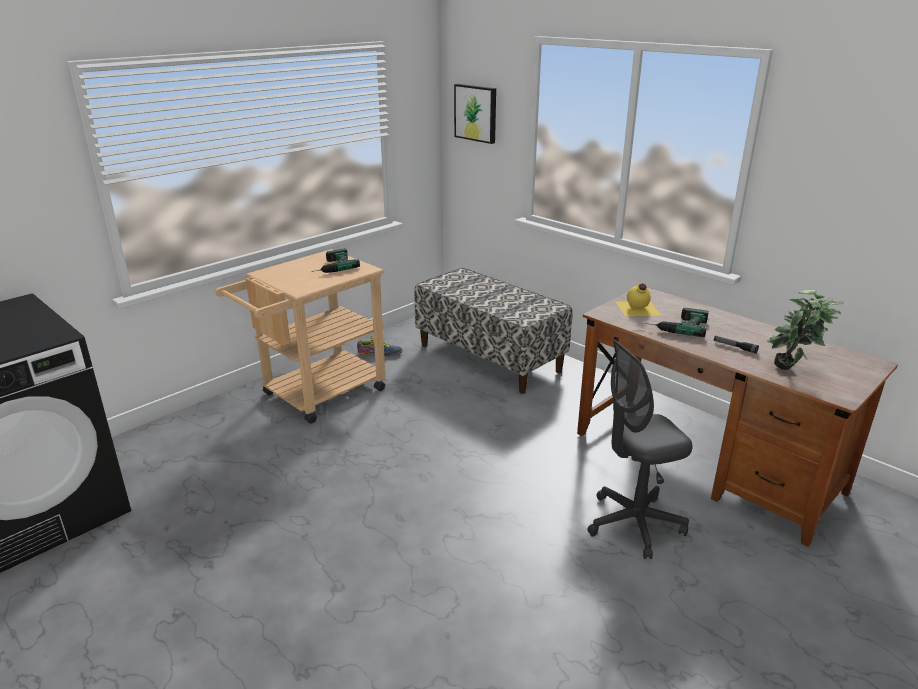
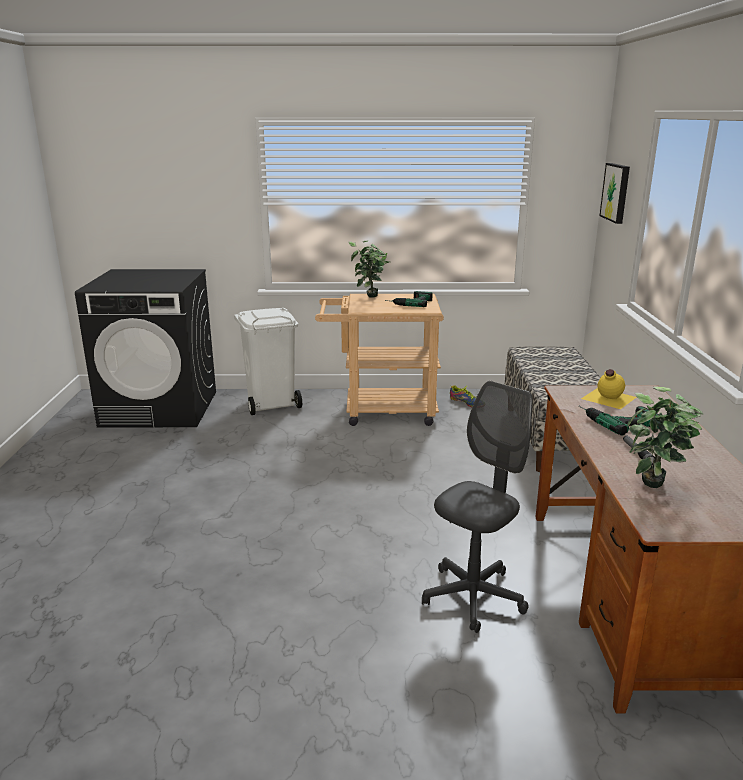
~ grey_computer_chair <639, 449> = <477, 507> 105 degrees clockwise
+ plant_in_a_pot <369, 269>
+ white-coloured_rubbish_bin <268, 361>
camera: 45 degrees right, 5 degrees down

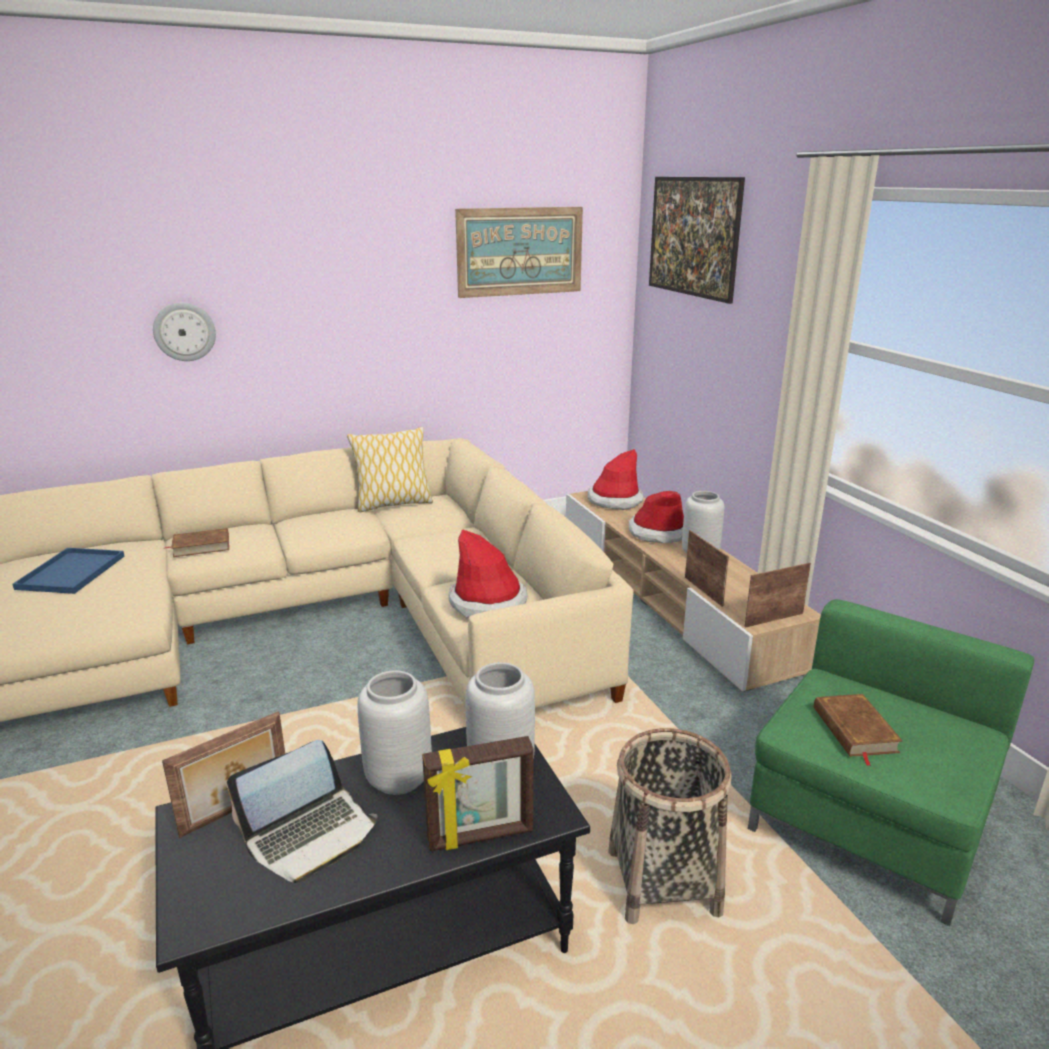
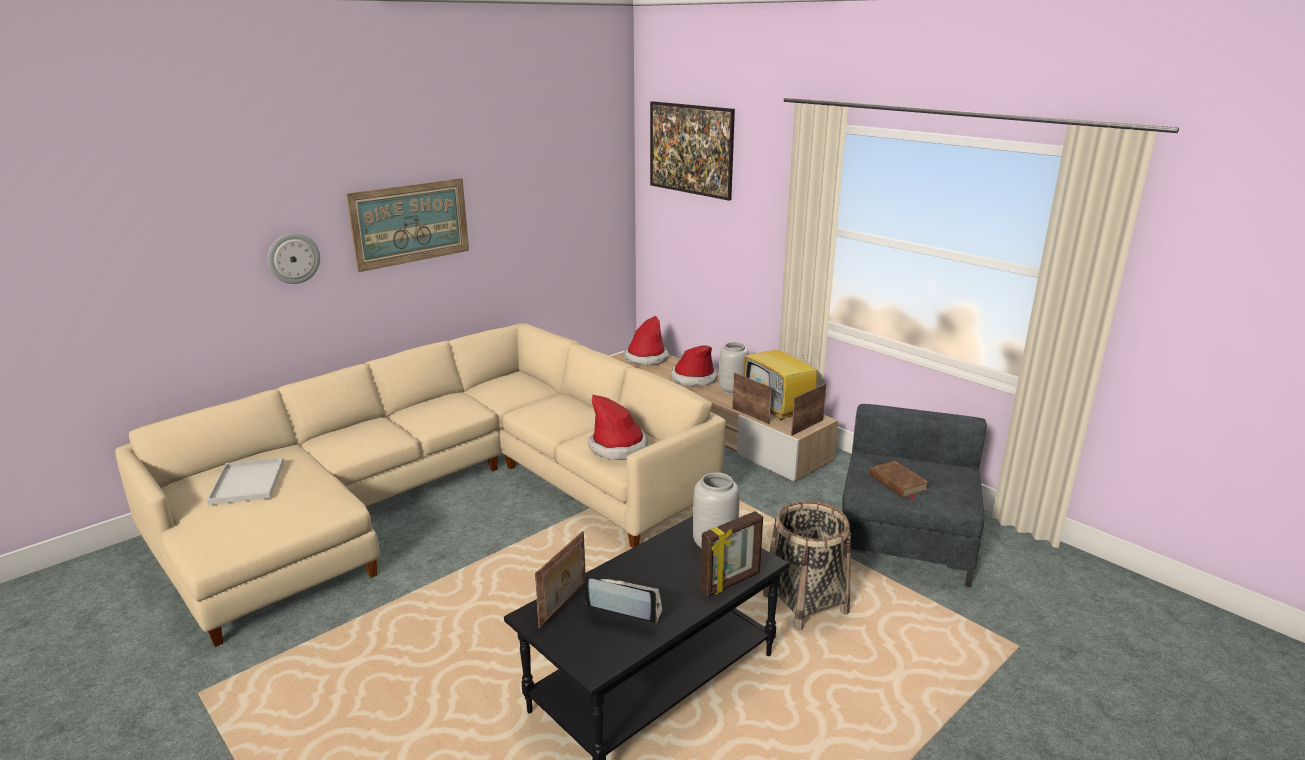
~ wall_picture <519, 252> to <407, 225>
- pillow <390, 469>
- brown-coloured_bound_book <197, 542>
~ blue_serving_tray <68, 571> to white-coloured_serving_tray <245, 481>
~ green_easy_chair <891, 762> to grey_easy_chair <914, 495>
- grey_decorative_vase <395, 732>
~ notebook_computer <302, 811> = <624, 601> 105 degrees counterclockwise
+ television <780, 376>
camera: 20 degrees left, 0 degrees up

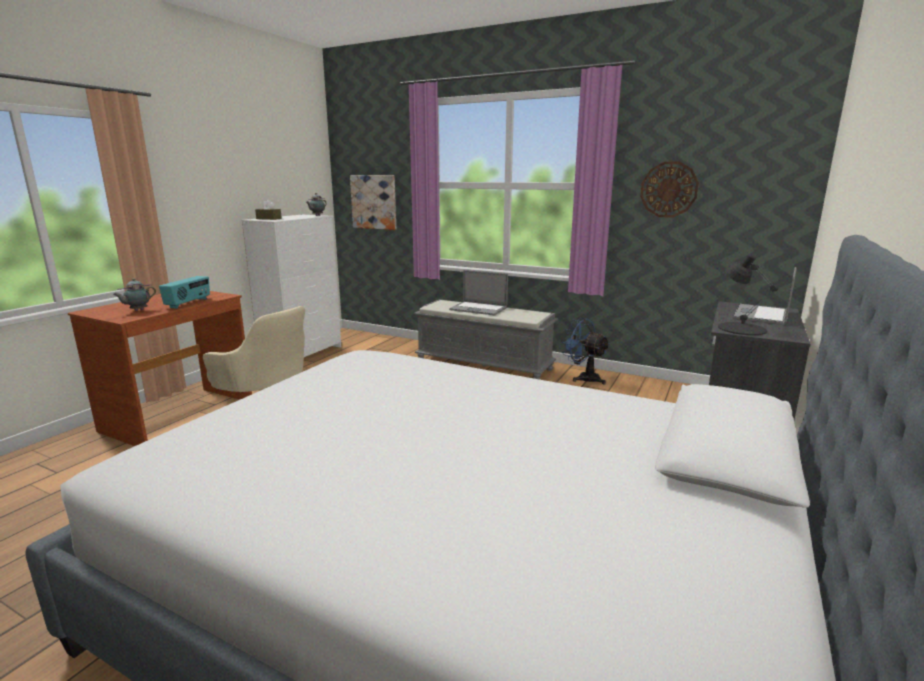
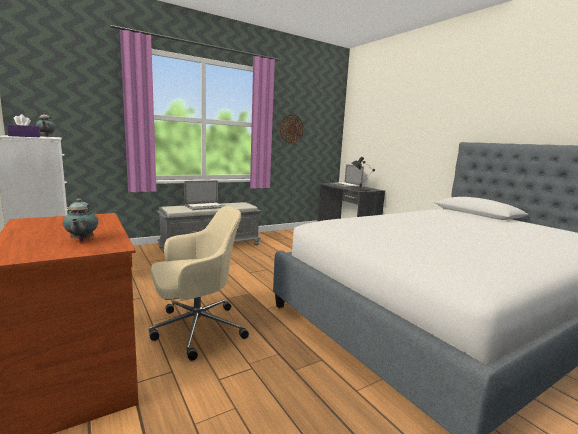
- wall_picture <373, 202>
~ brown-coloured_tissue_box <268, 209> to purple_tissue_box <23, 125>
- radio_set <184, 292>
- blue_fan <586, 351>
camera: 60 degrees left, 5 degrees down

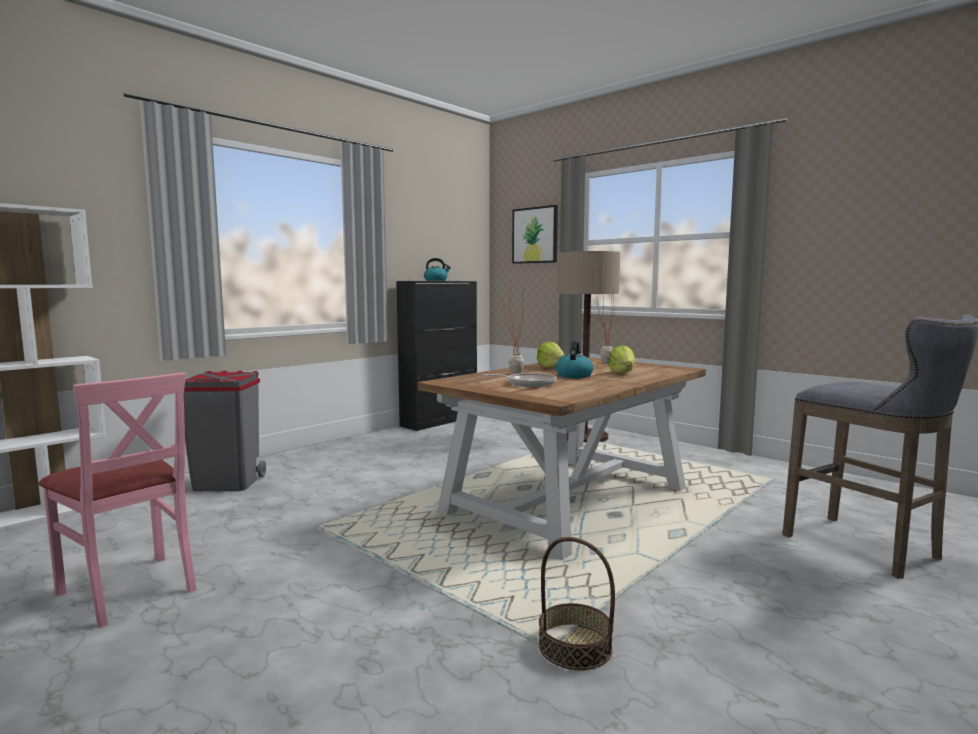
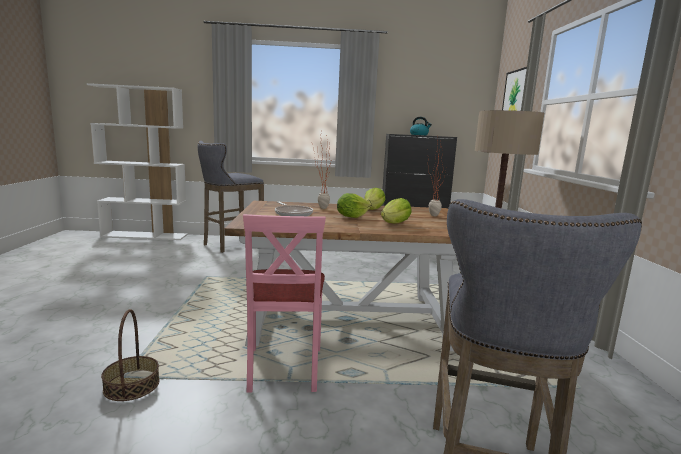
~ kettle <575, 359> to lettuce_head <354, 205>
~ grey_rubbish_bin <224, 431> to grey_stool_seat <231, 197>
~ pinkish_plain_chair <117, 500> to <284, 303>
camera: 45 degrees right, 5 degrees up

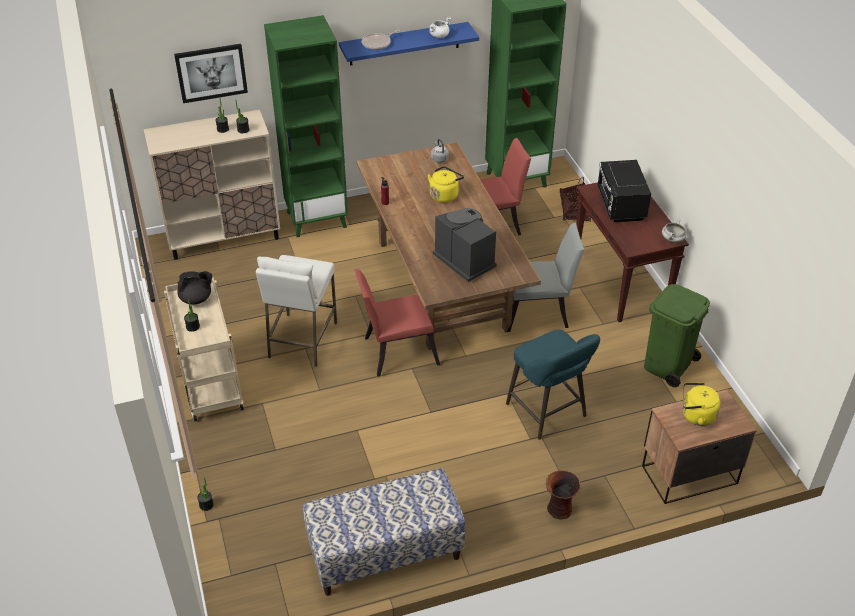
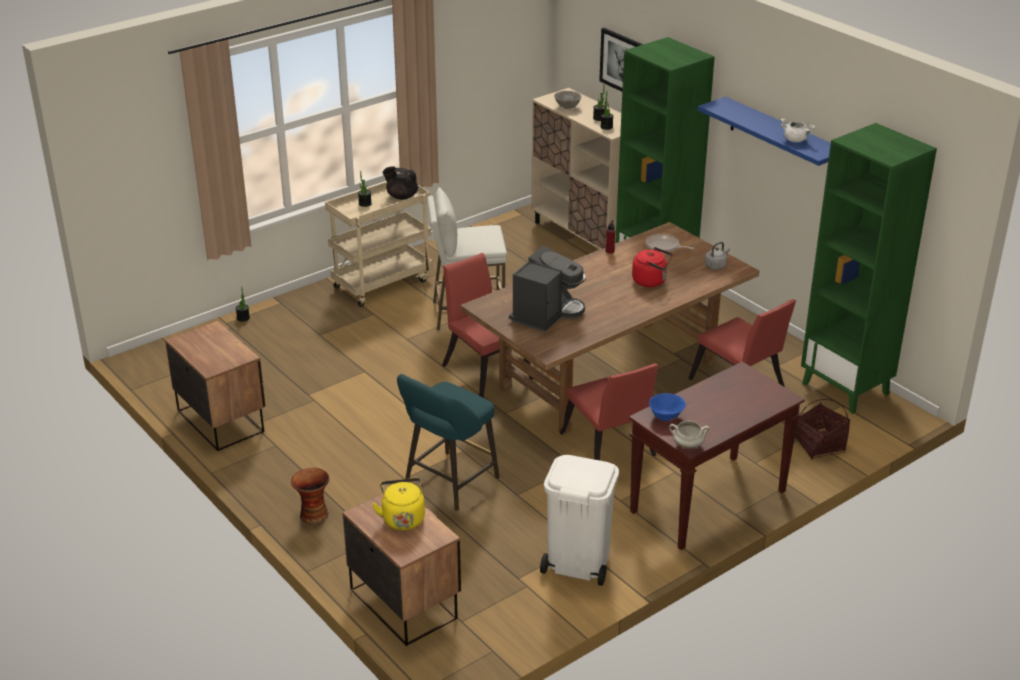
~ skillet <380, 40> to <670, 243>
- blackish_microwave <624, 191>
~ yellow_kettle <446, 184> to red_kettle <652, 267>
~ grey_plain_chair <545, 277> to red_plain_chair <609, 411>
~ blackish_tea_pot <195, 288> = <400, 183> 135 degrees clockwise
~ green_rubbish_bin <677, 335> to white-coloured_rubbish_bin <579, 520>
~ long_seat <384, 532> to bedside_table <215, 386>
+ grey_bowl <568, 100>
+ blue_bowl <667, 407>
camera: 70 degrees right, 10 degrees down

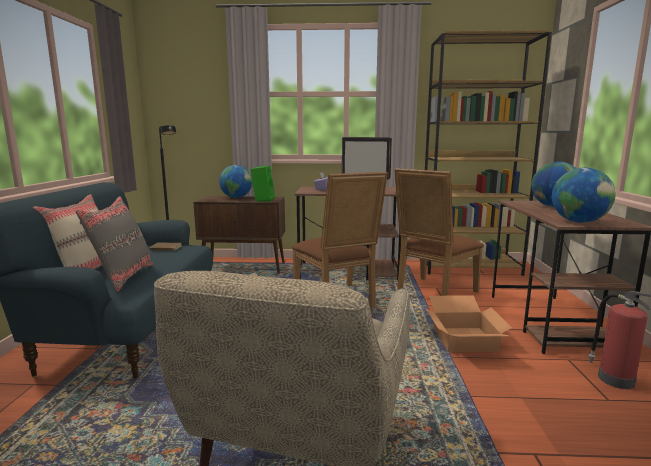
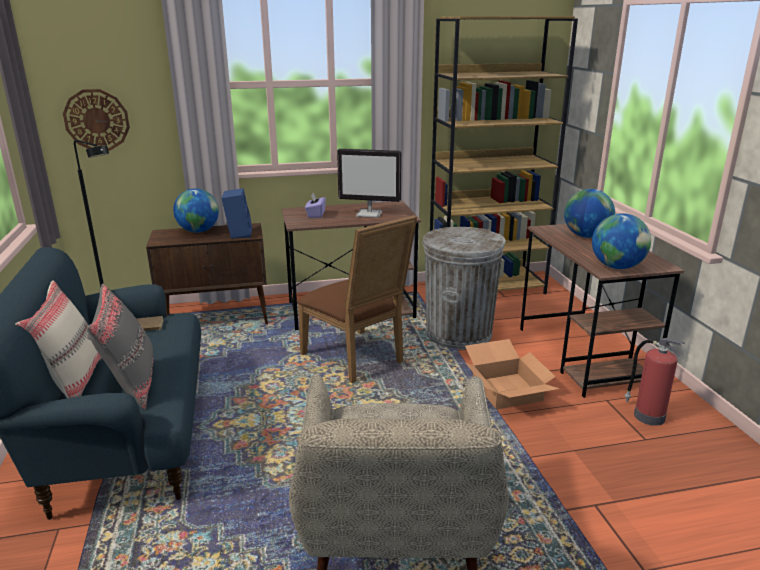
~ green_speaker <262, 183> to blue_speaker <236, 213>
~ brown-coloured_plain_chair <439, 232> to grey_rubbish_bin <464, 288>
+ clock_on_the_wall <96, 120>
camera: 15 degrees left, 10 degrees up

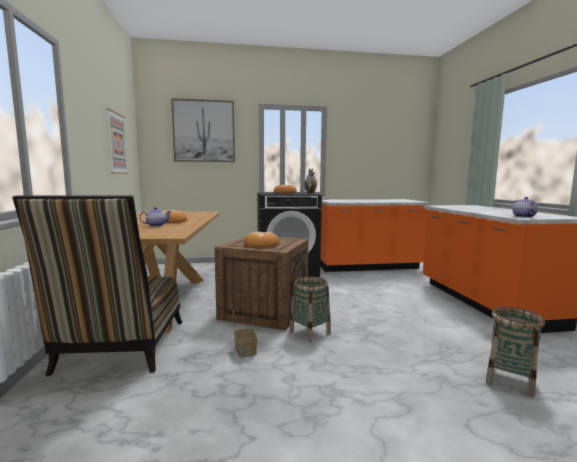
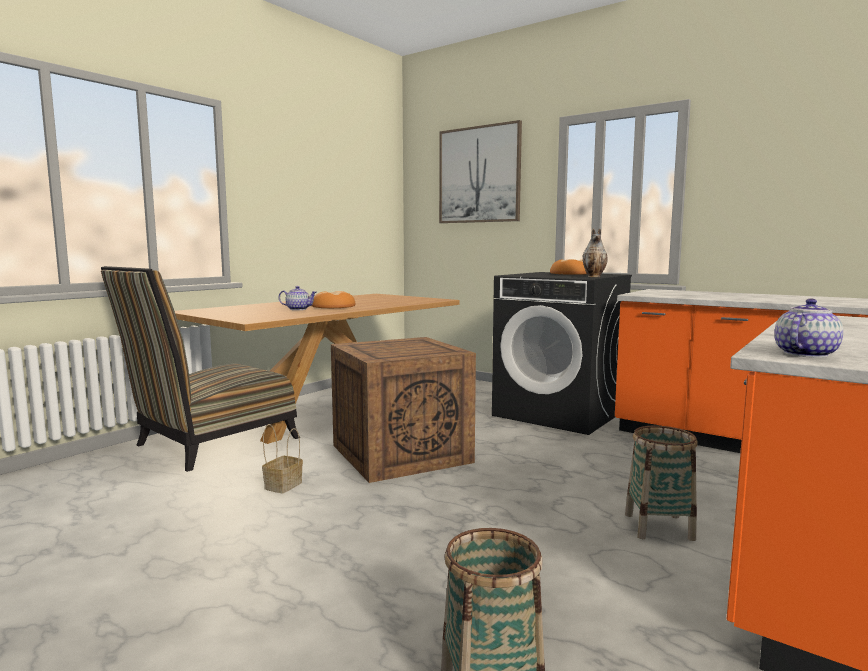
- wall_picture <118, 141>
- baked_bread <262, 239>
~ storage_basket <310, 309> to <661, 483>
camera: 45 degrees right, 0 degrees up

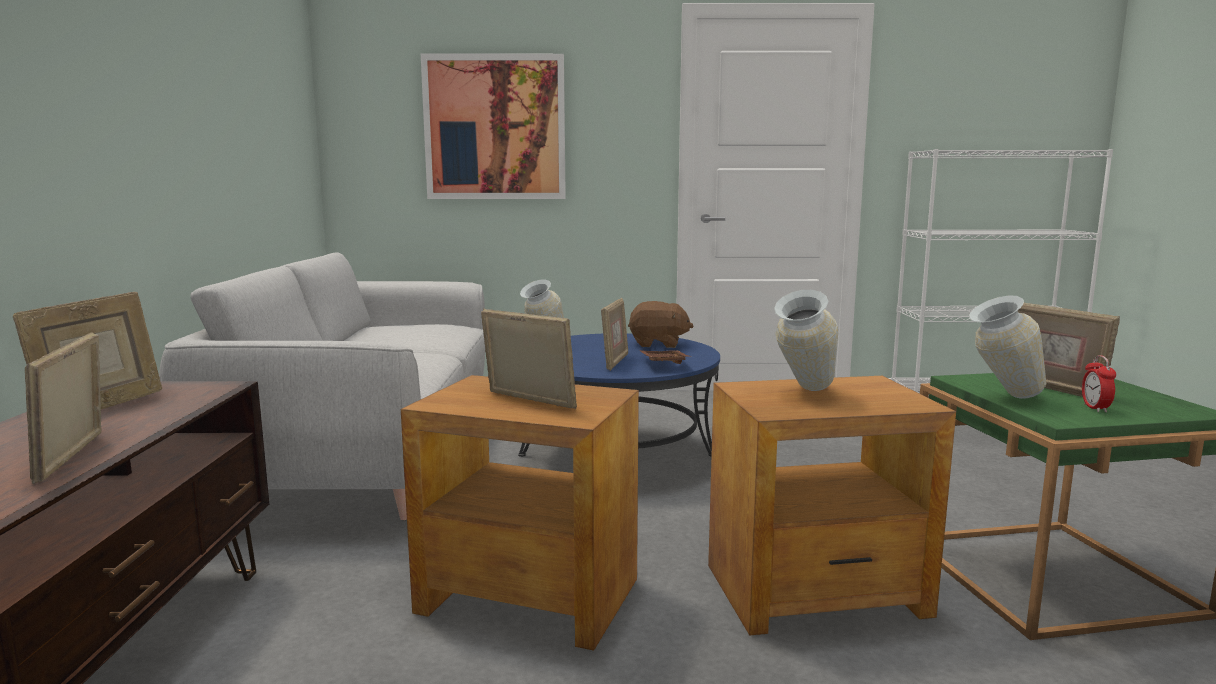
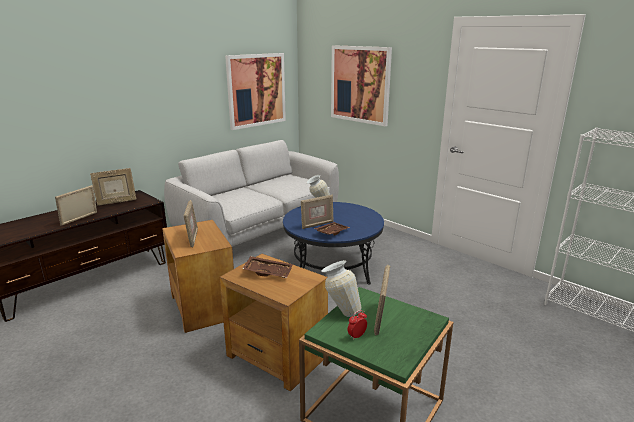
~ decorative_vase <806, 340> to brown-coloured_serving_tray <267, 267>
- brown-coloured_plush_toy <660, 324>
+ wall_picture <255, 91>
camera: 45 degrees right, 10 degrees up

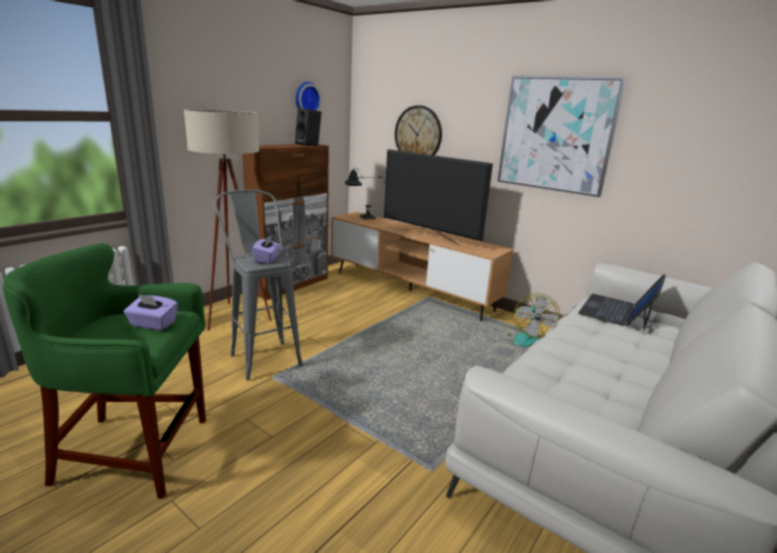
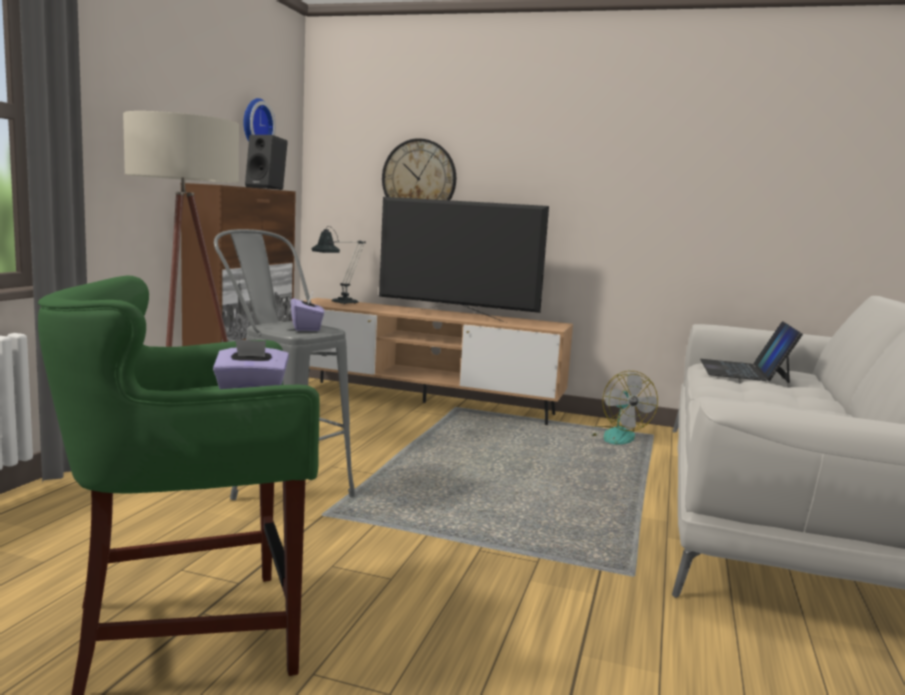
- wall_picture <561, 136>
camera: 20 degrees left, 10 degrees down

